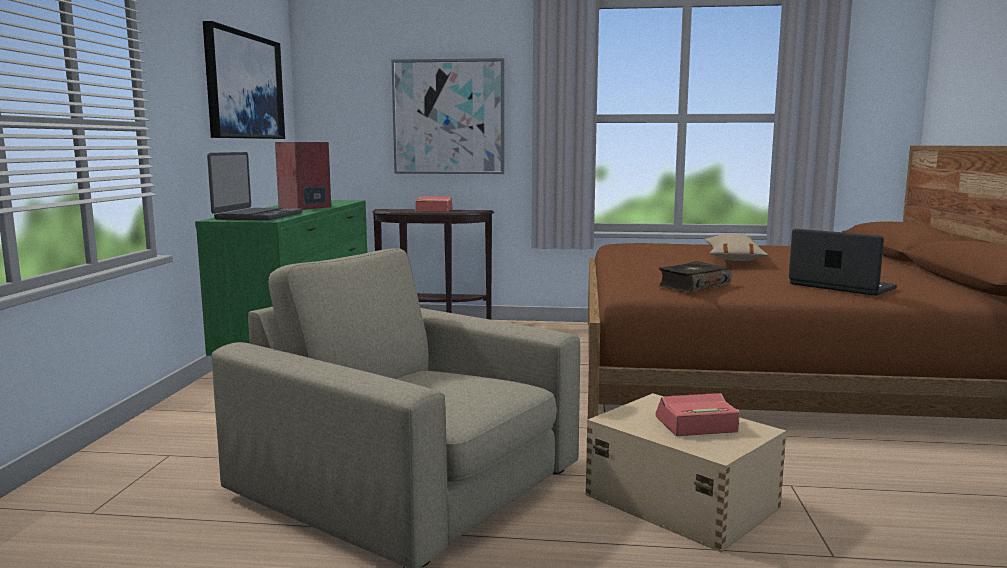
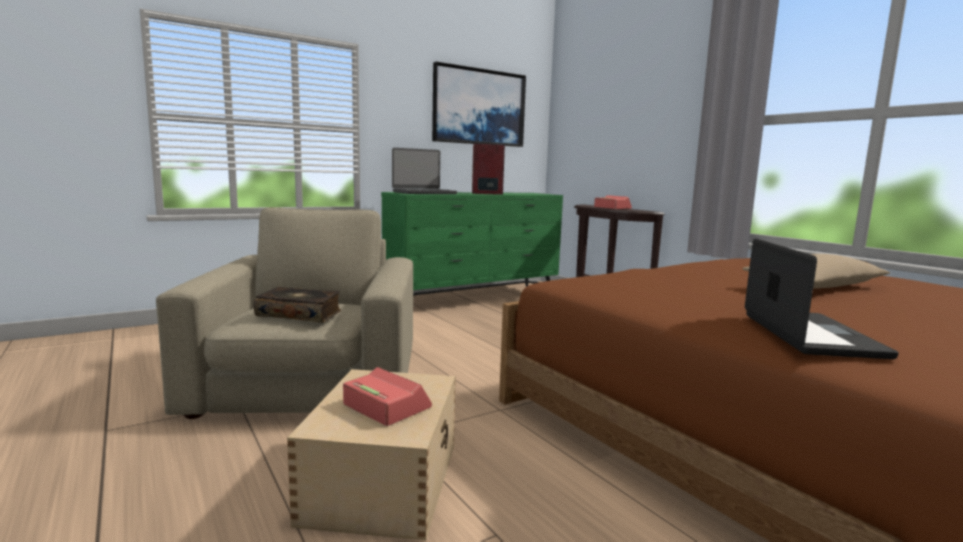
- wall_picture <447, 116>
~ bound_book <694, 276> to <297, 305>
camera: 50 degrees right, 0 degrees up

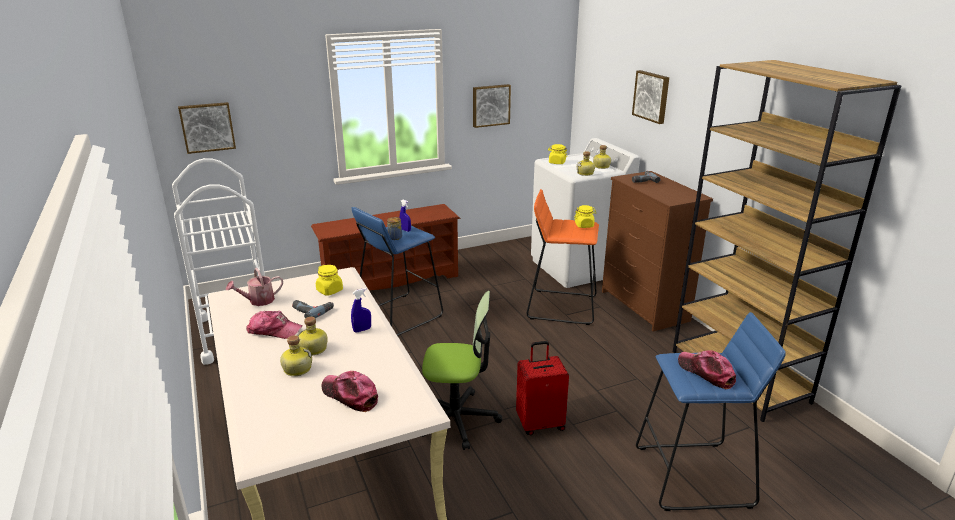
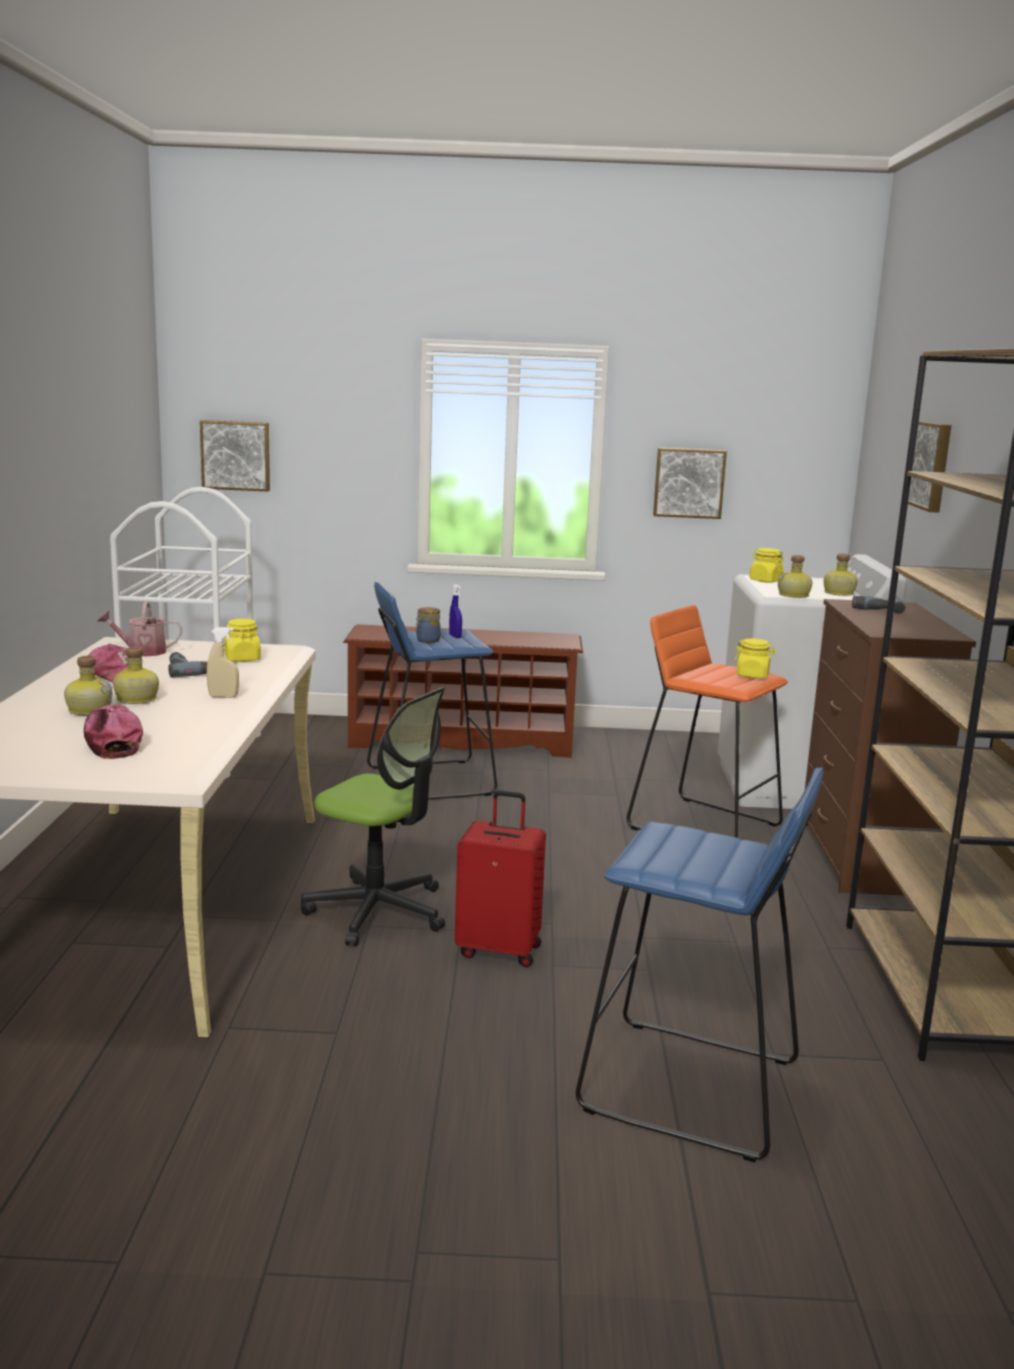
~ blue_spray_bottle <361, 310> to beige_spray_bottle <223, 662>
- peaked_cap <707, 369>
camera: 25 degrees right, 10 degrees down

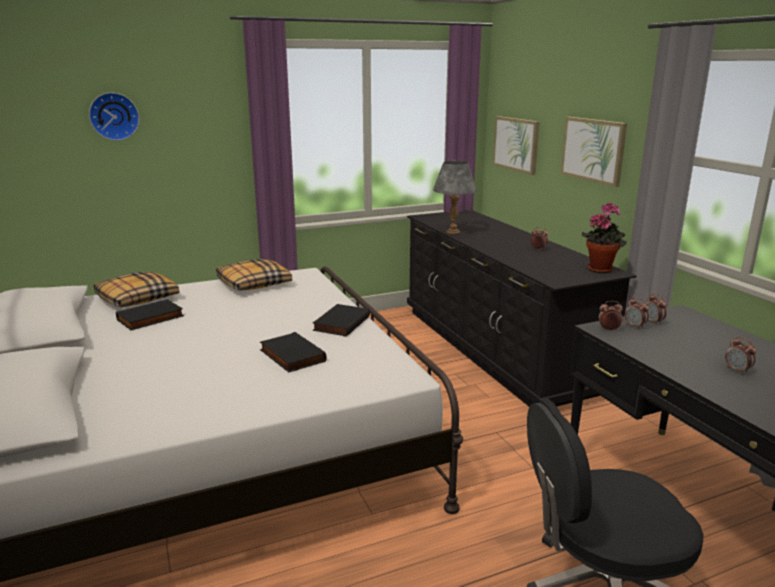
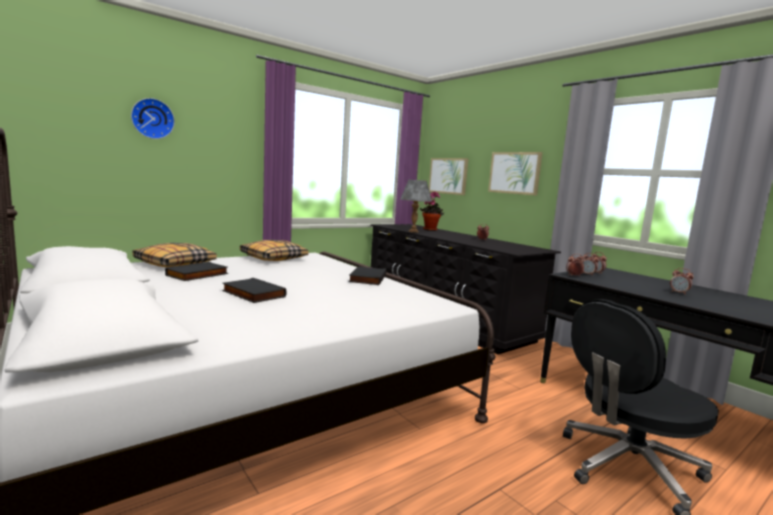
~ plant_in_a_pot <604, 237> to <432, 211>
~ blackish_bound_book <293, 352> to <254, 290>
camera: 15 degrees left, 10 degrees down

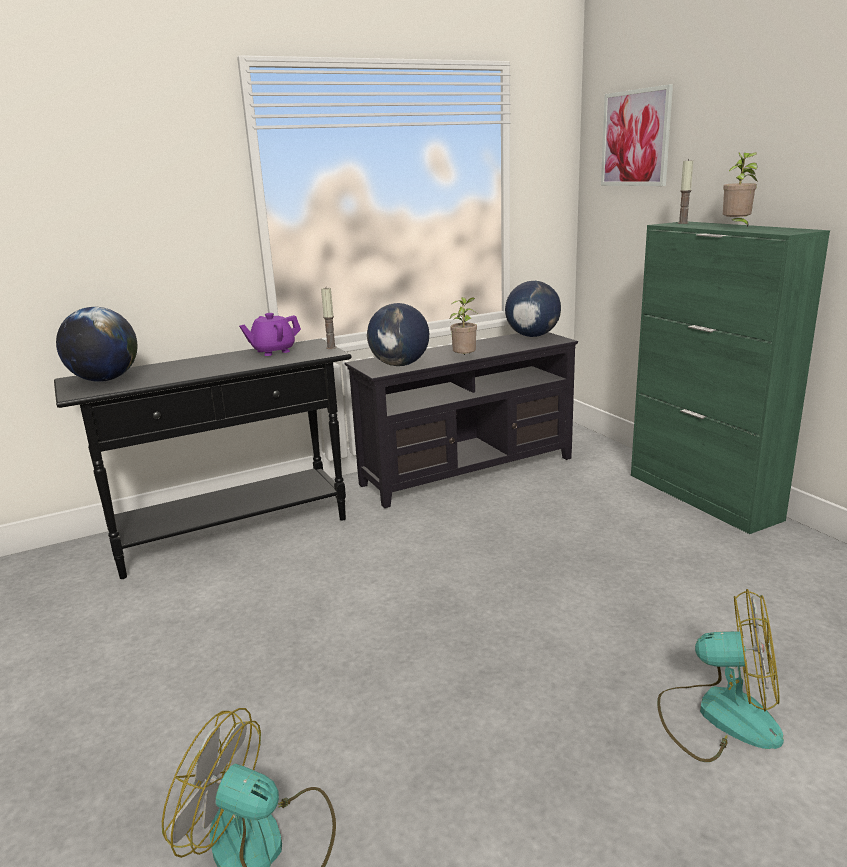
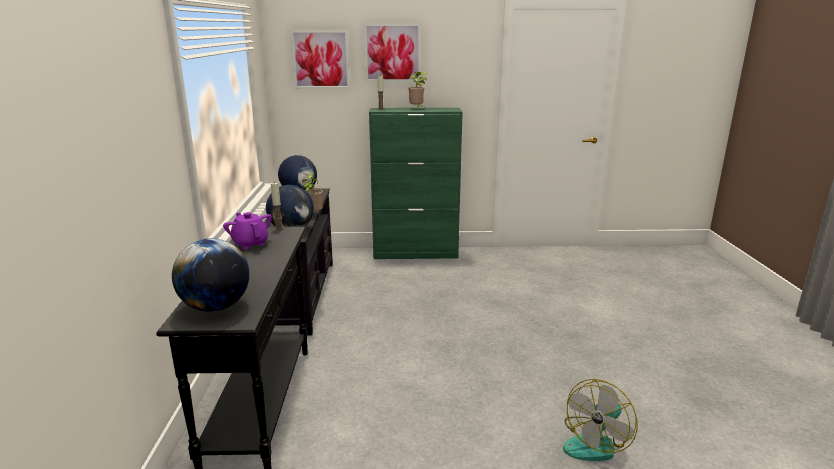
~ purple_tea_pot <270, 334> = <247, 231> 150 degrees clockwise
- fan <720, 675>
+ wall_picture <392, 52>
camera: 65 degrees left, 0 degrees up

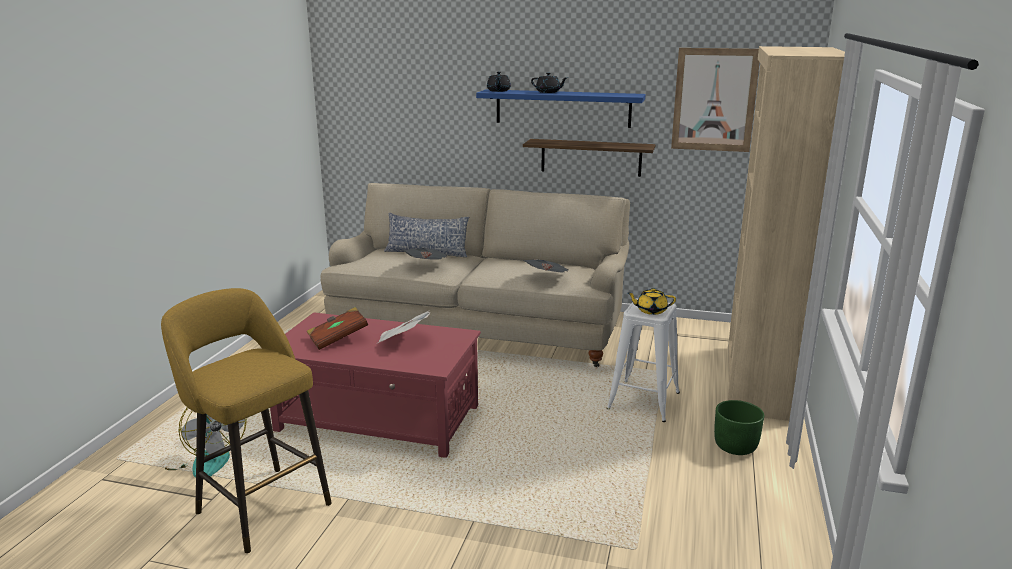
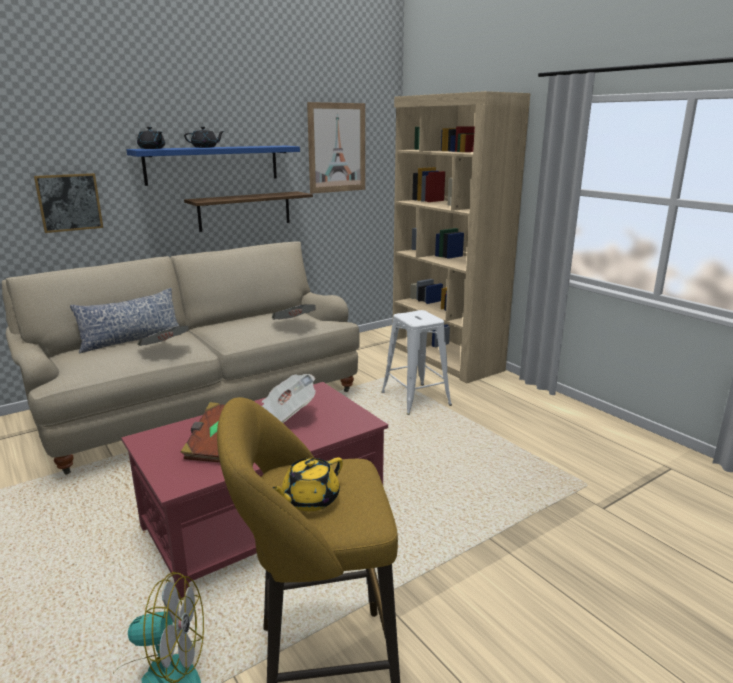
~ yellow_tea_pot <652, 301> to <307, 484>
- green_planter <739, 427>
+ wall_picture <68, 203>
camera: 50 degrees left, 0 degrees up

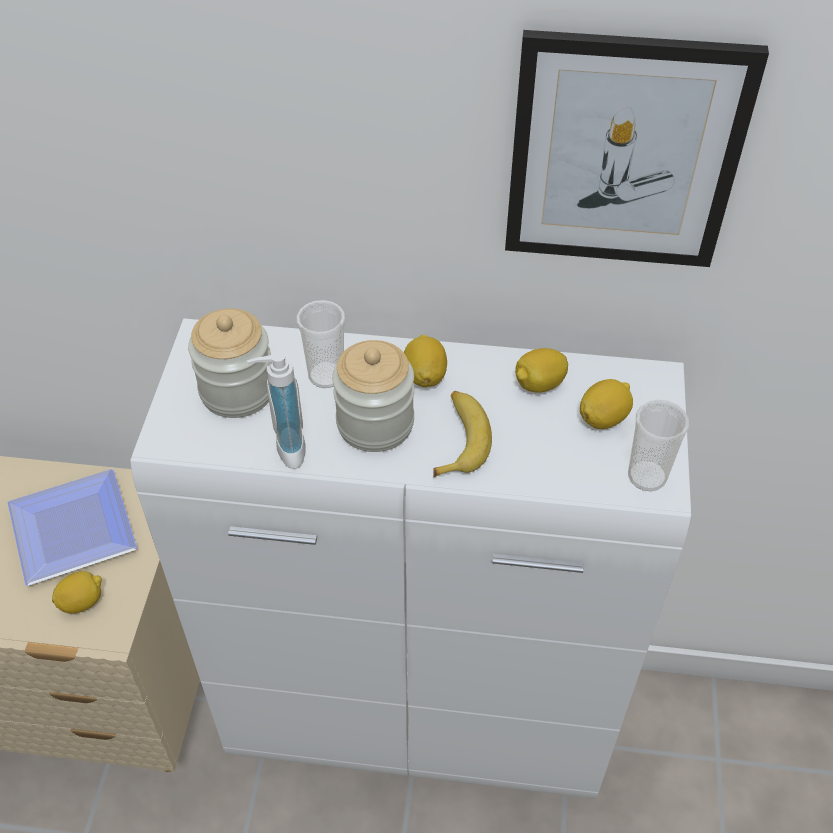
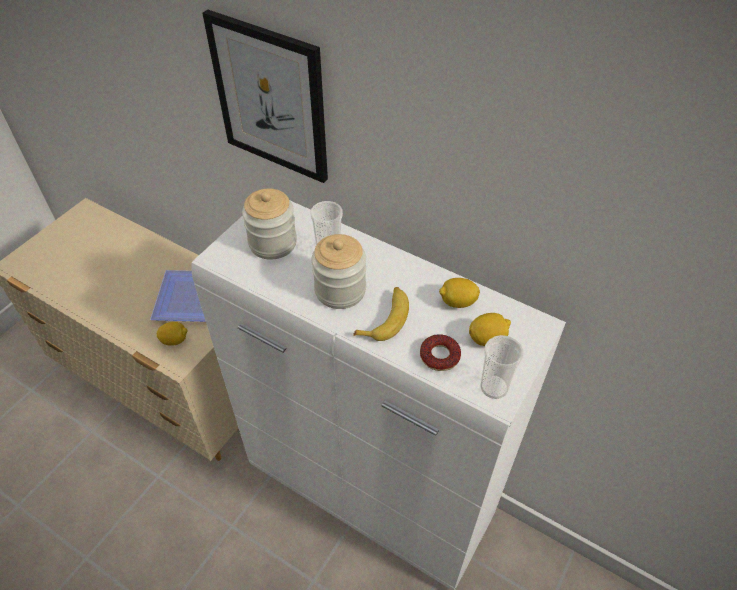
~ wall_picture <637, 148> to <265, 96>
- lemon <425, 361>
- soap_bottle <276, 410>
+ ring_doughnut <440, 352>
camera: 25 degrees right, 0 degrees up

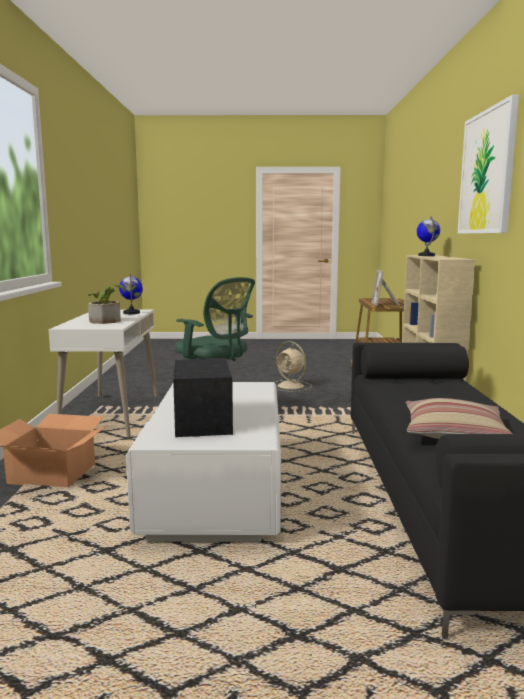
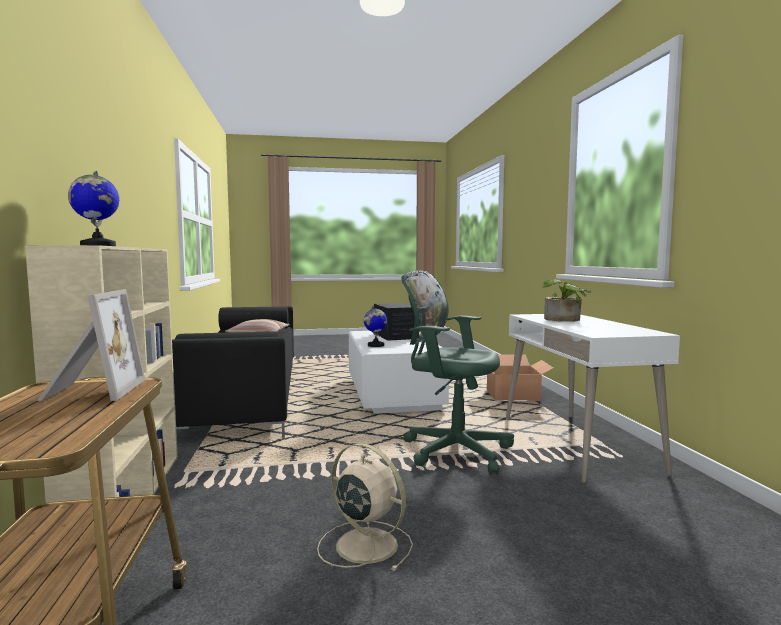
- wall_picture <488, 164>
~ globe <131, 294> to <375, 326>
camera: 170 degrees right, 5 degrees down

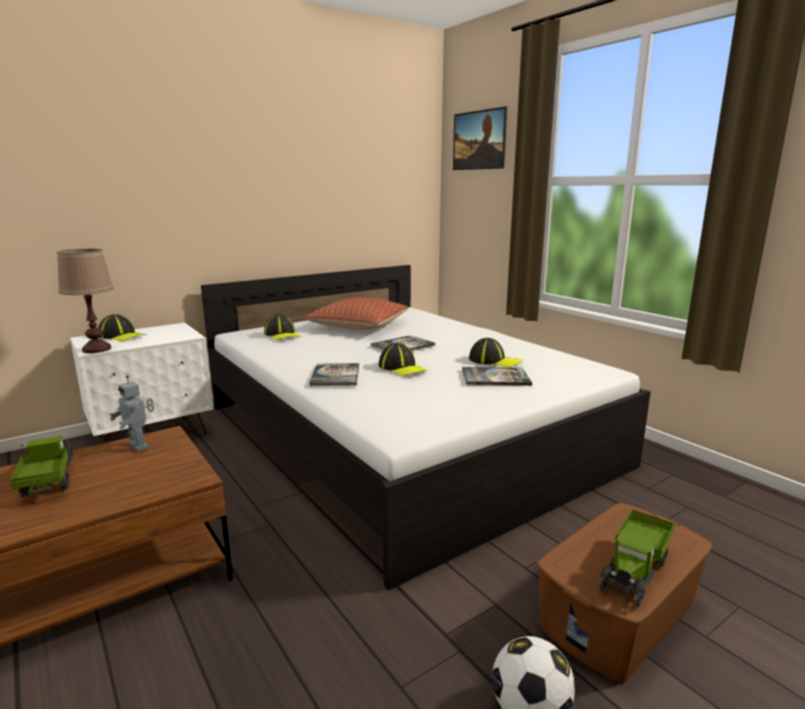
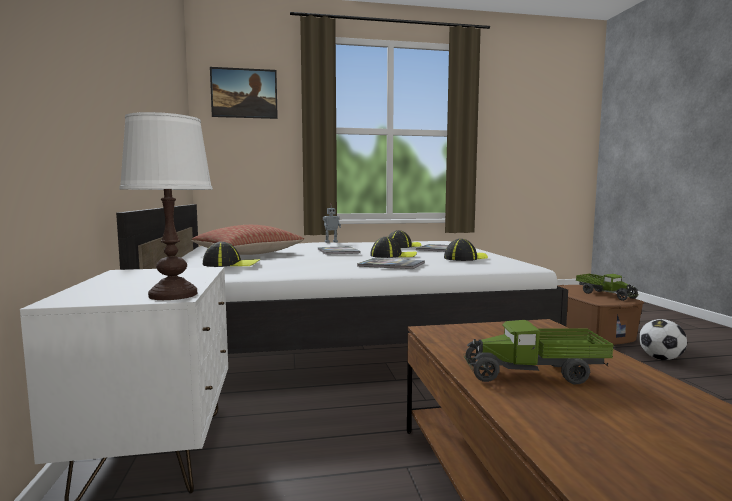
~ brown-coloured_table_lamp <85, 301> to white-coloured_table_lamp <166, 206>
~ peaked_cap <122, 327> to <466, 250>
~ model_robot <131, 413> to <332, 223>
camera: 65 degrees left, 10 degrees down

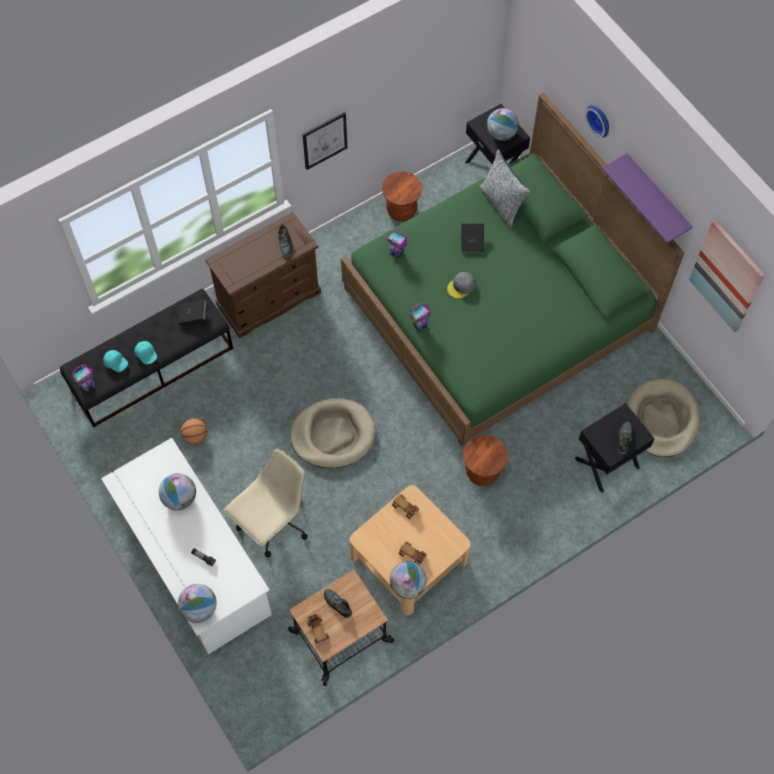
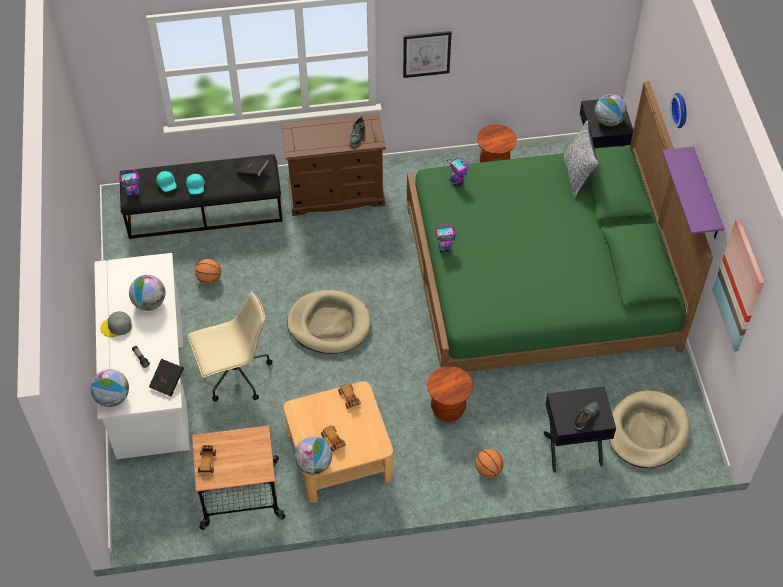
~ blackish_bound_book <472, 238> to <166, 378>
~ grey_peaked_cap <461, 285> to <116, 324>
- shoe <338, 603>
+ ball_for_basketball <489, 463>
camera: 25 degrees right, 10 degrees down

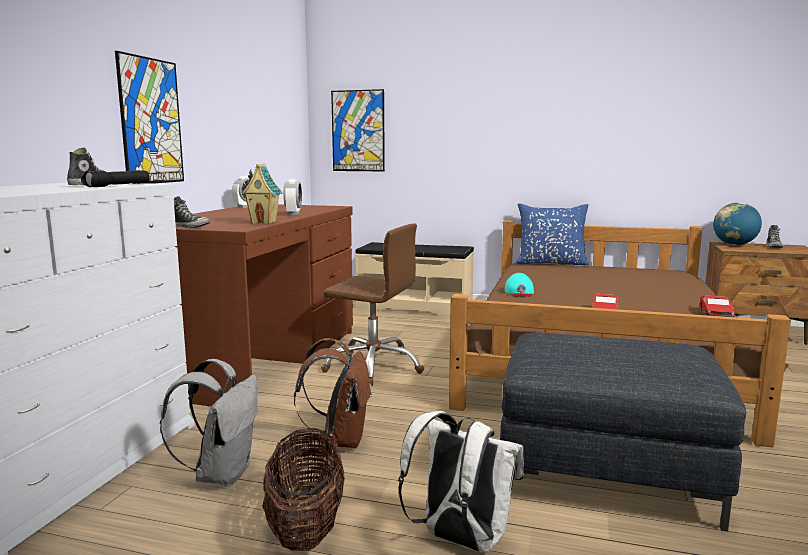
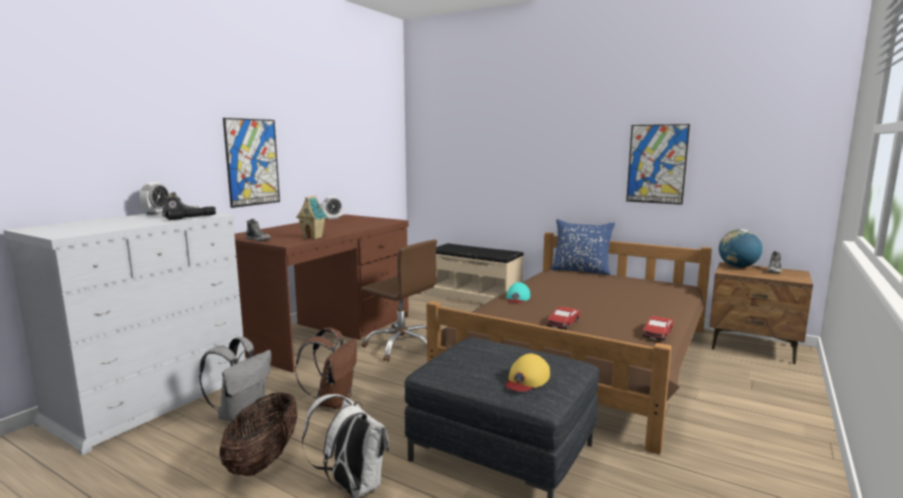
~ wall_picture <358, 130> to <658, 164>
~ table_clock <292, 197> to <154, 198>
+ yellow_peaked_cap <527, 373>
camera: 15 degrees right, 0 degrees up

